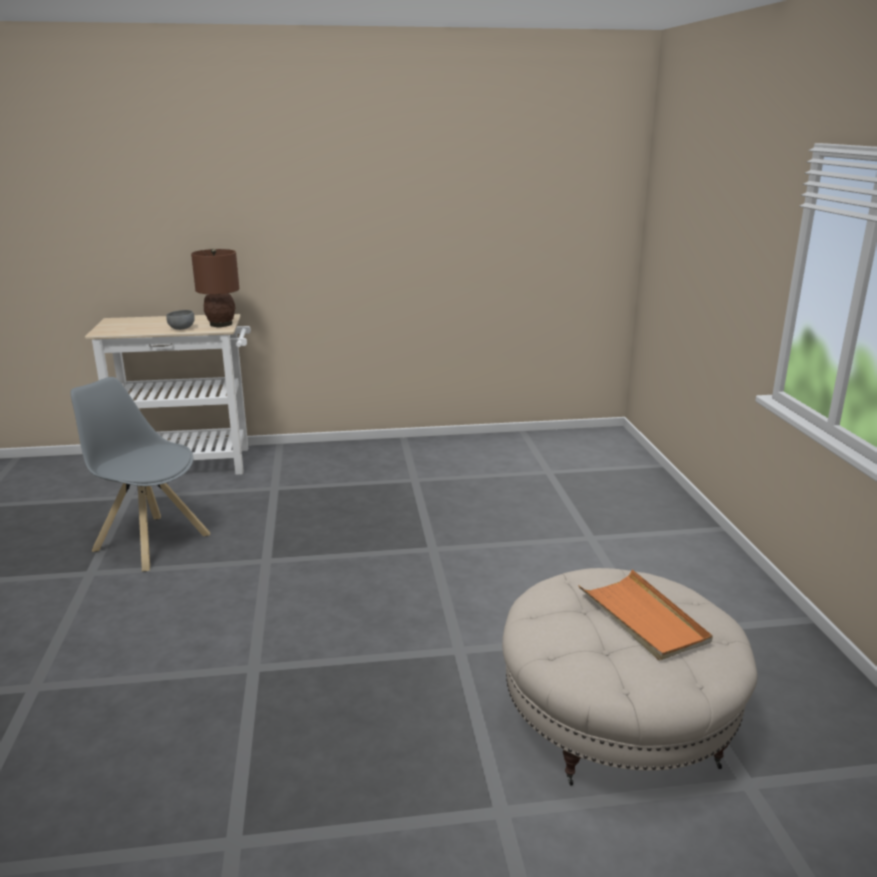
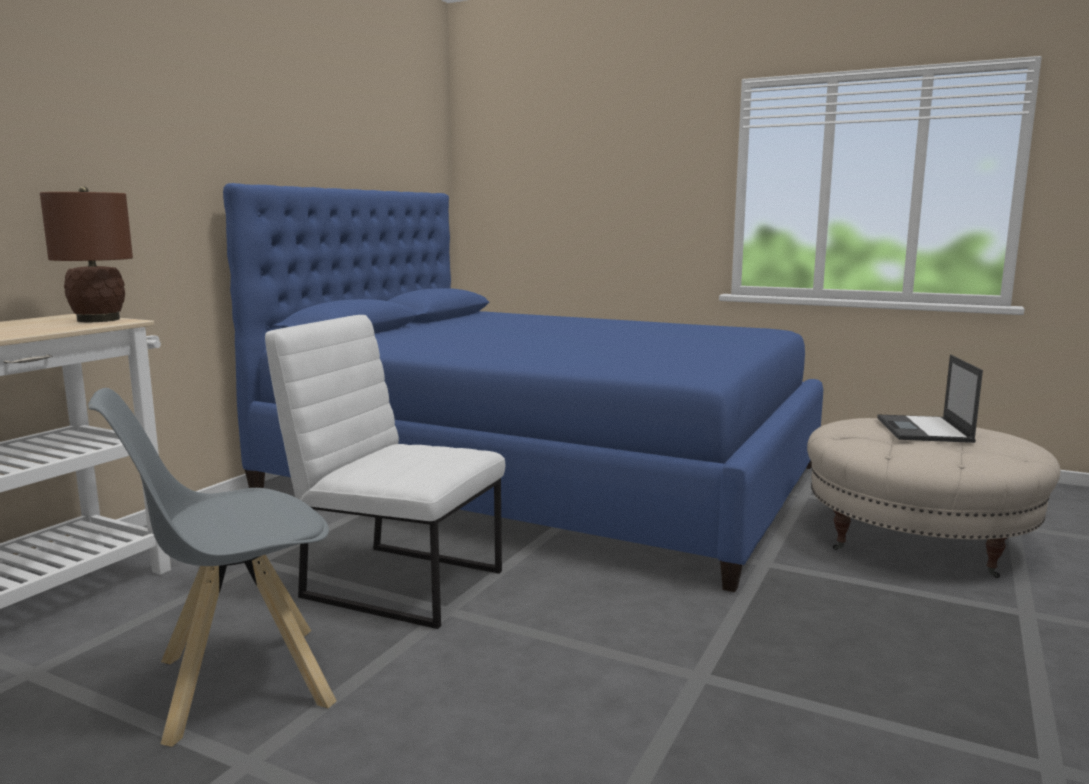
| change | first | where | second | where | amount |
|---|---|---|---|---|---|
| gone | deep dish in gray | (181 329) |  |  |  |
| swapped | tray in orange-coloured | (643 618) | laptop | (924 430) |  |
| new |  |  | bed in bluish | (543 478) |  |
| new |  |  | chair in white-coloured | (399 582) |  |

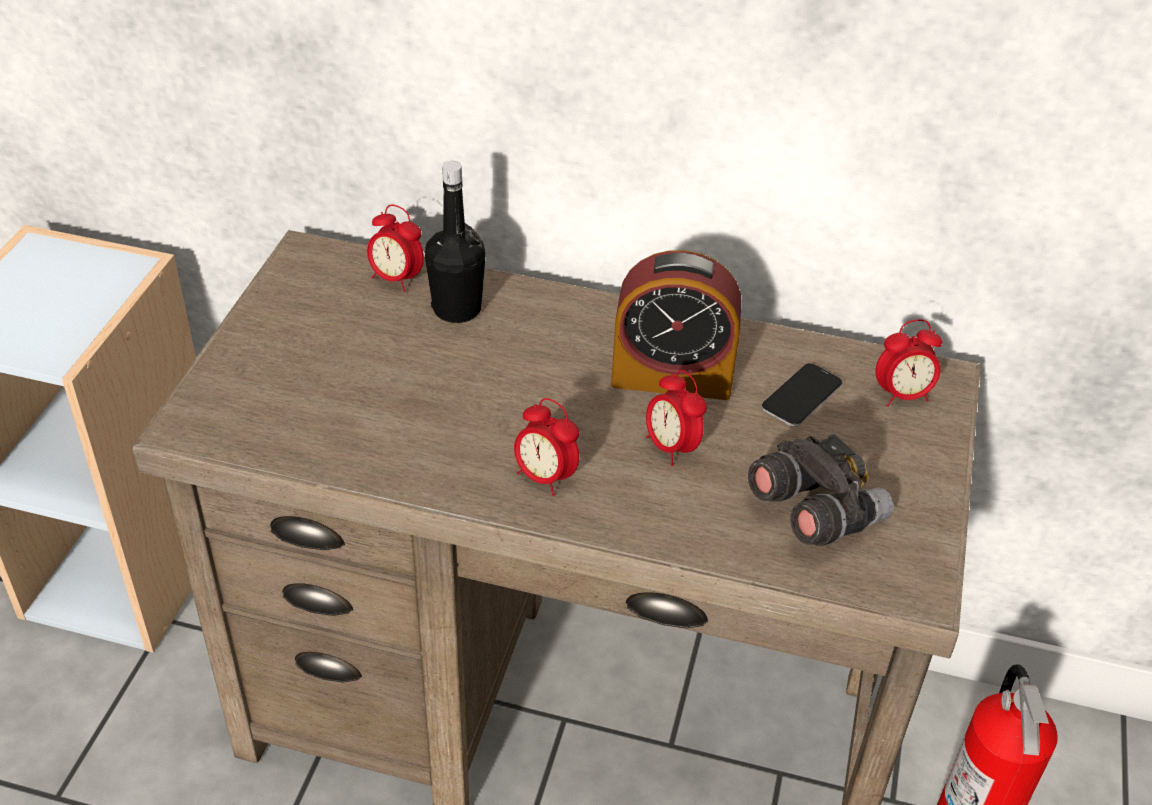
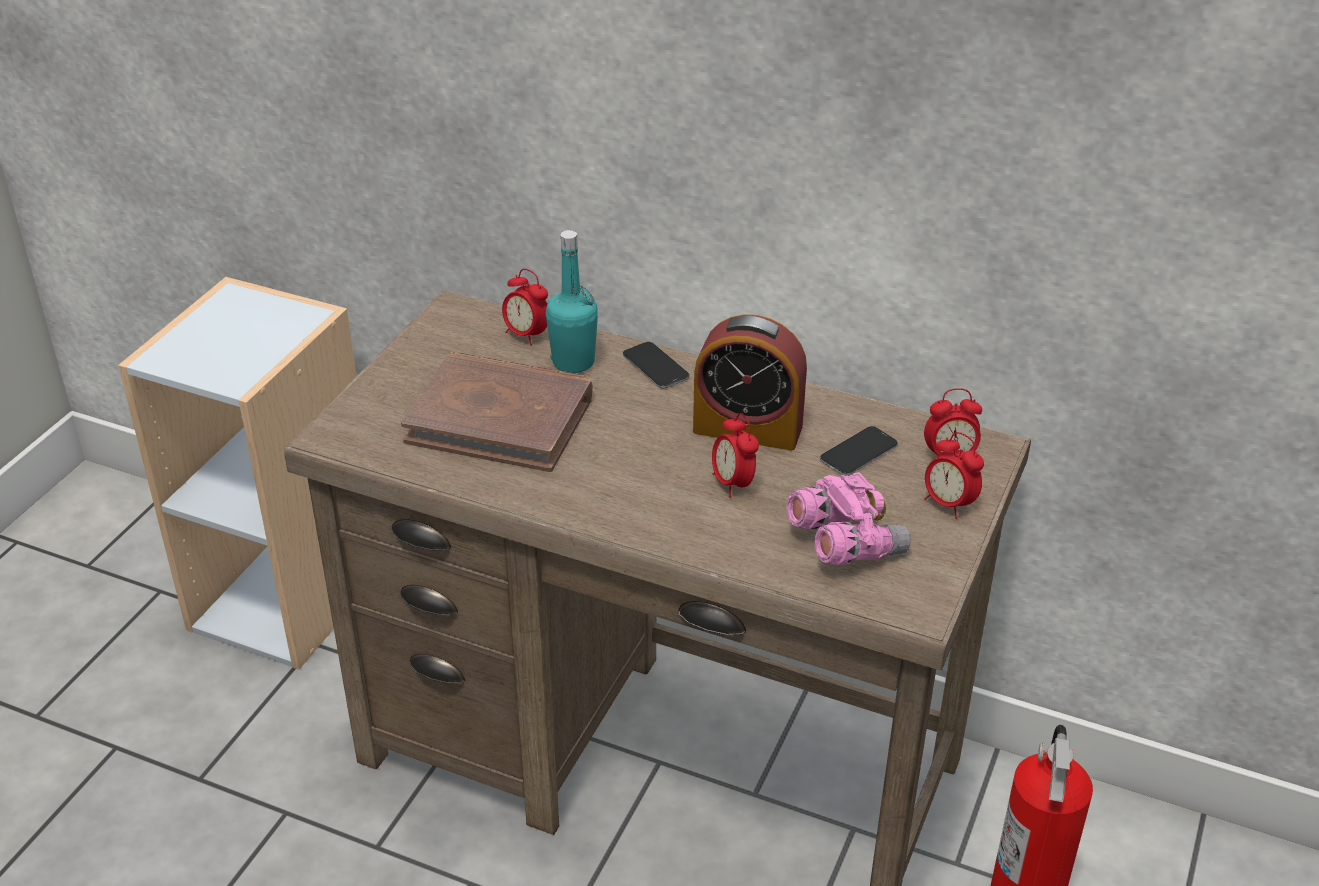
| change | first | where | second | where | amount |
|---|---|---|---|---|---|
| repainted | bottle in black-coloured | (457 309) | bottle in turquoise | (573 362) |  |
| shifted | alarm clock | (545 477) |  | (948 504) |  |
| repainted | binoculars in gray | (814 513) | binoculars in pinkish | (844 543) |  |
| new |  |  | handset | (655 367) |  |
| new |  |  | volume in brown-coloured | (500 418) |  |

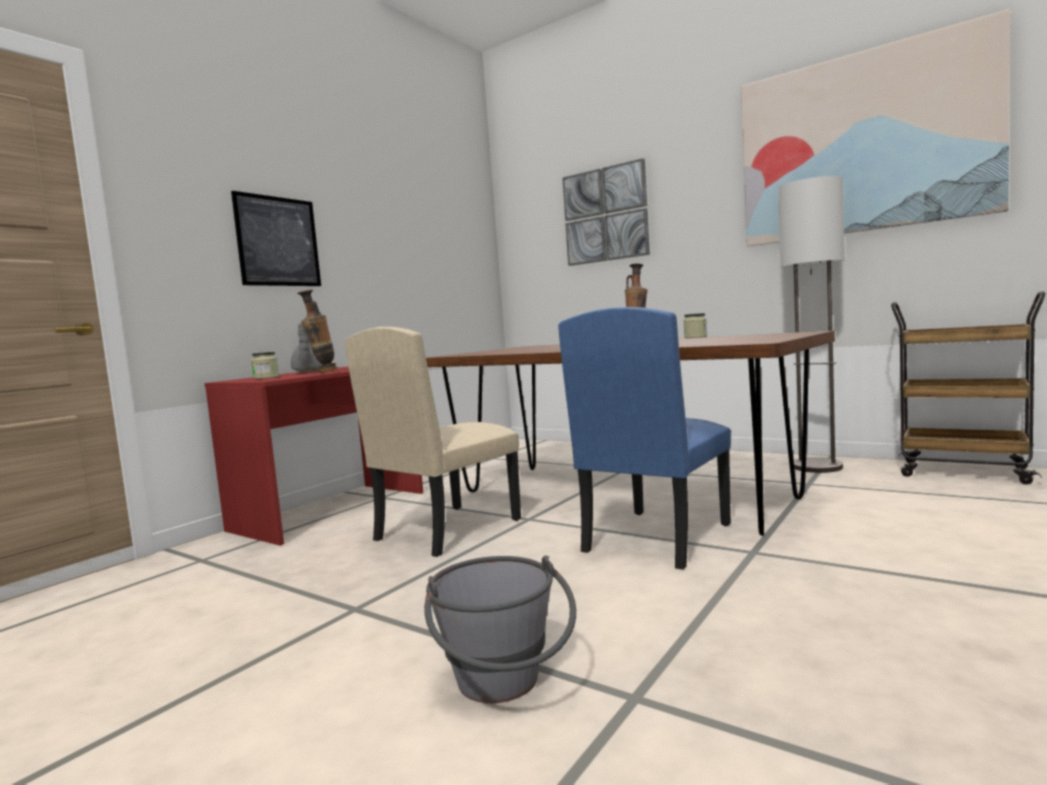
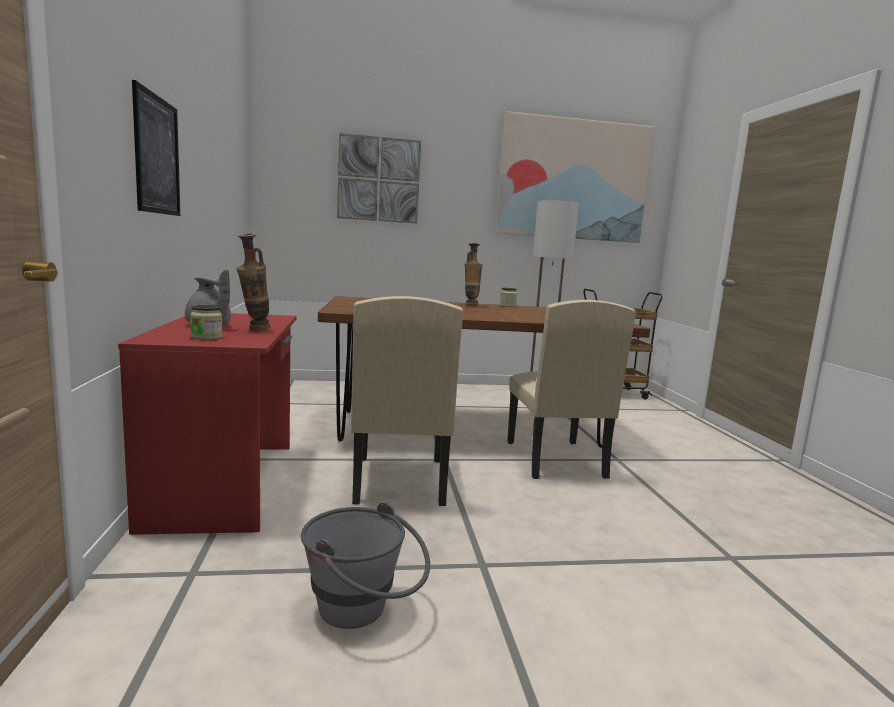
| change | first | where | second | where | amount |
|---|---|---|---|---|---|
| repainted | chair in bluish | (656 537) | chair in beige-coloured | (554 459) |  |
| shifted | water bucket in gray | (504 688) |  | (364 611) |  |

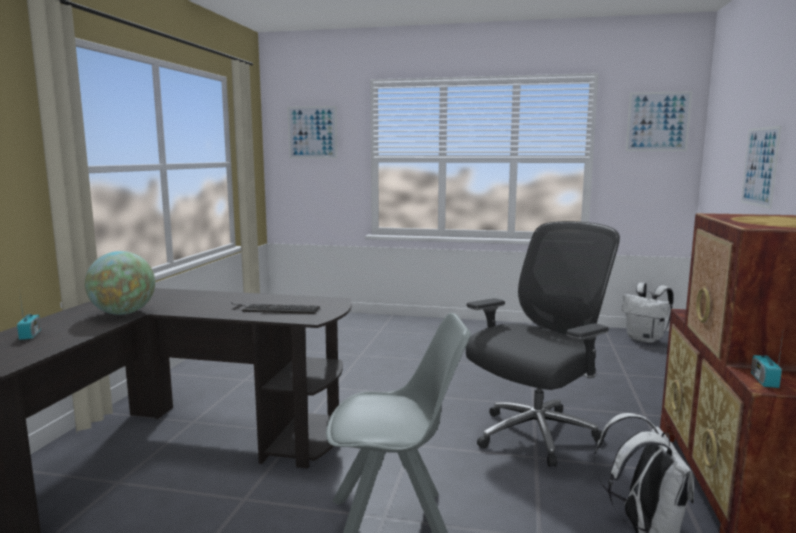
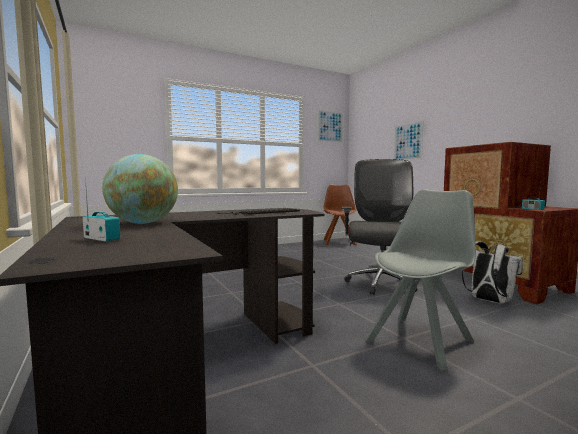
| change | first | where | second | where | amount |
|---|---|---|---|---|---|
| gone | wall art | (312 132) |  |  |  |
| swapped | knapsack in white-coloured | (645 339) | chair in brown-coloured | (339 242) |  |

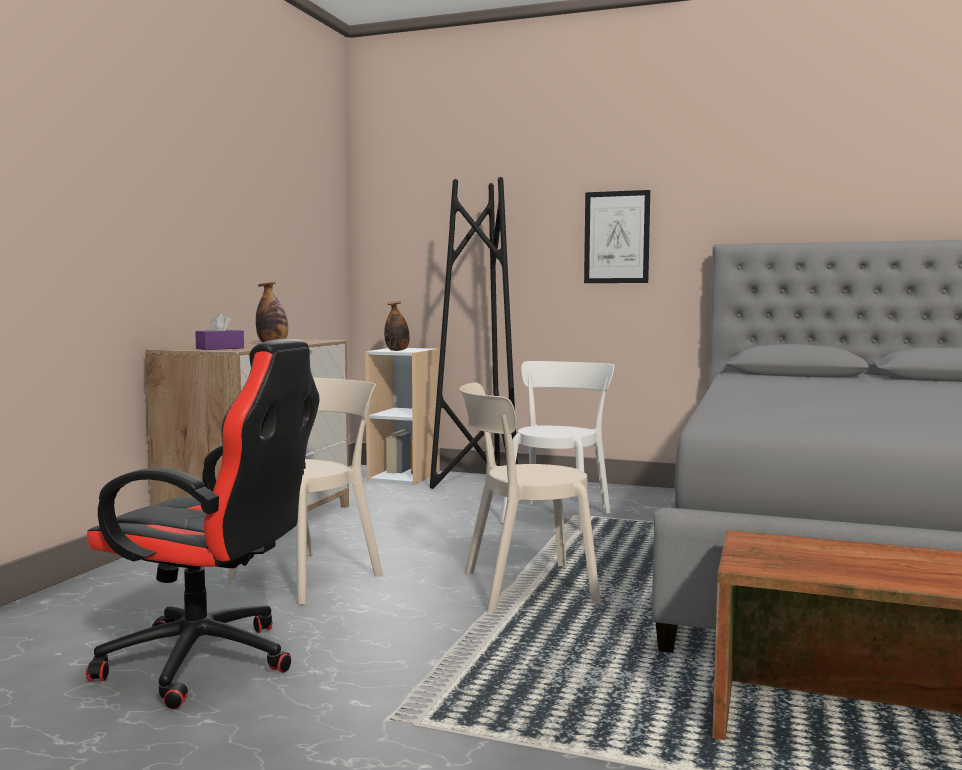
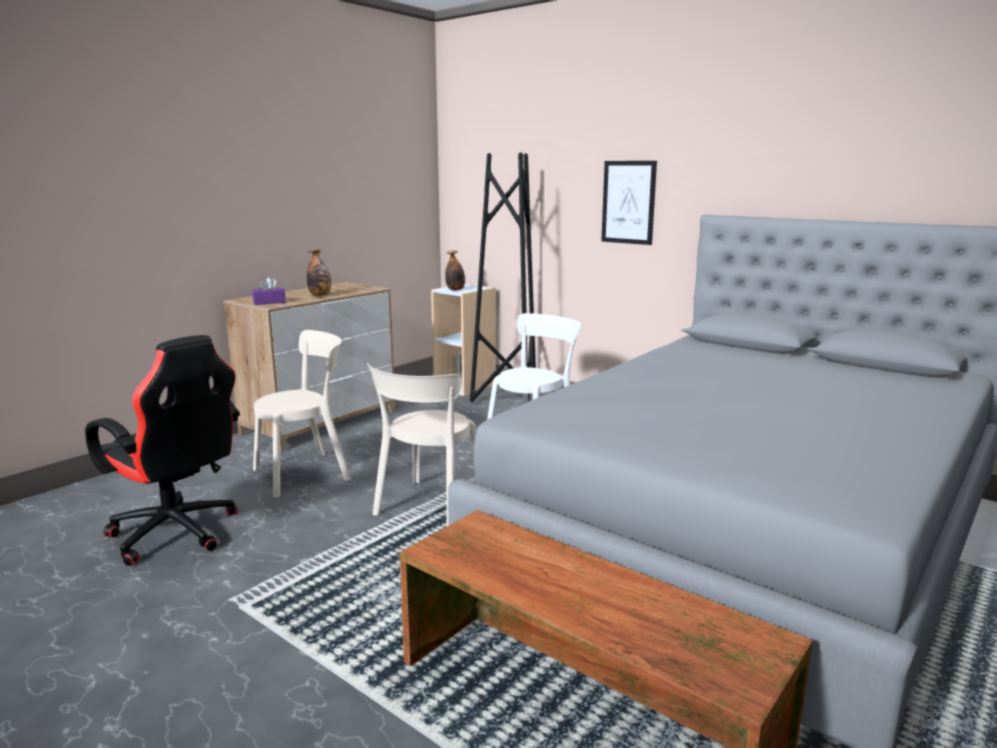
| change | first | where | second | where | amount |
|---|---|---|---|---|---|
| rotated | chair in beige-coloured | (521 588) |  | (428 507) | 75 degrees counterclockwise |

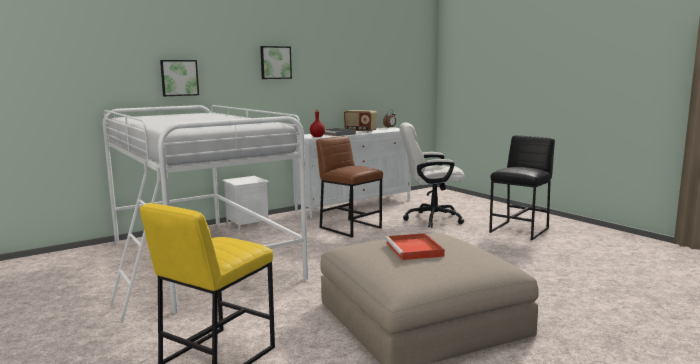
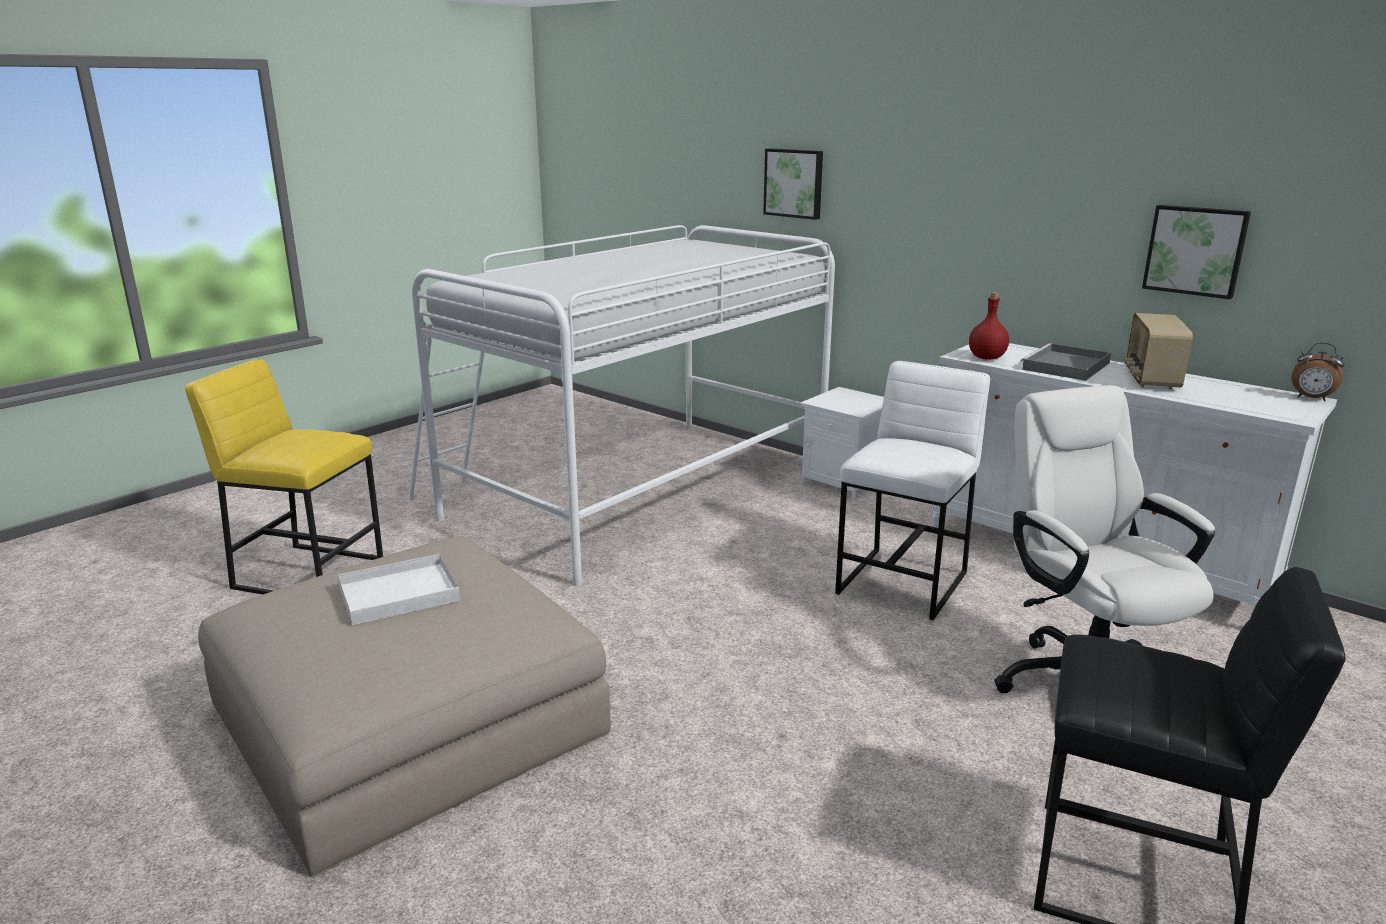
| change | first | where | second | where | amount |
|---|---|---|---|---|---|
| shifted | wall art | (275 62) |  | (1195 250) |  |
| repainted | chair in brown-coloured | (349 227) | chair in white-coloured | (903 582) |  |
| repainted | tray in red-coloured | (415 250) | tray in white-coloured | (396 594) |  |

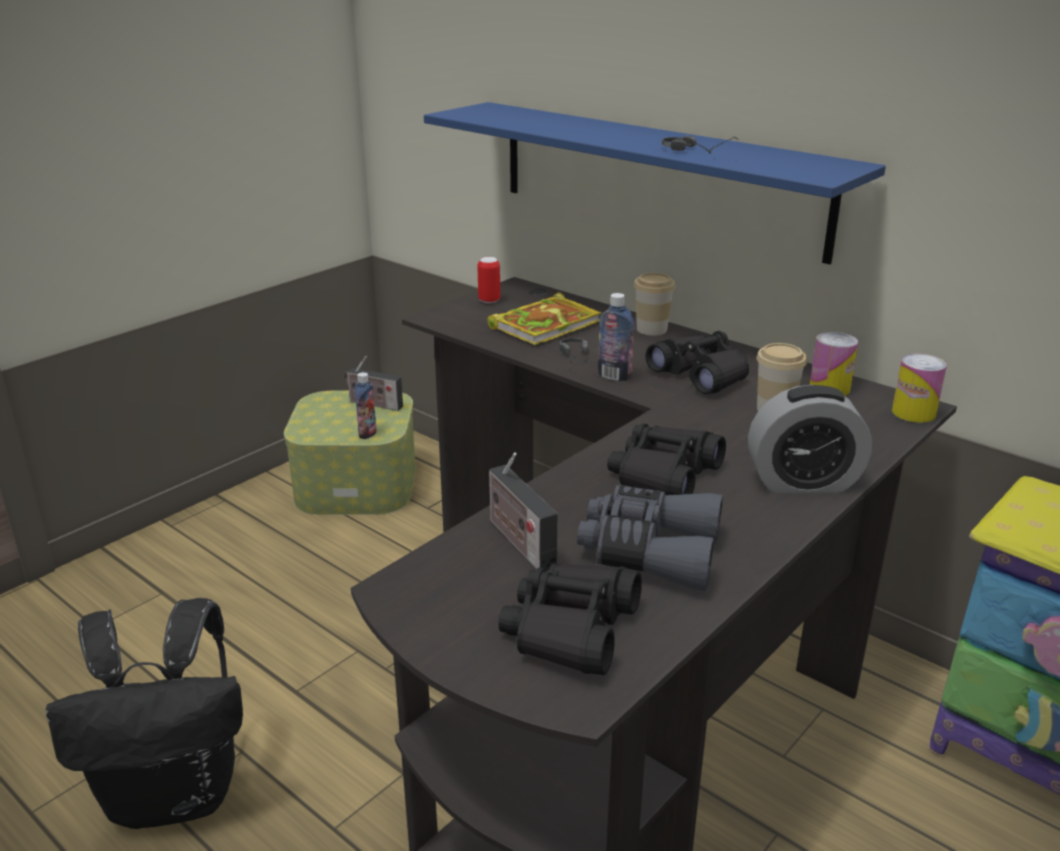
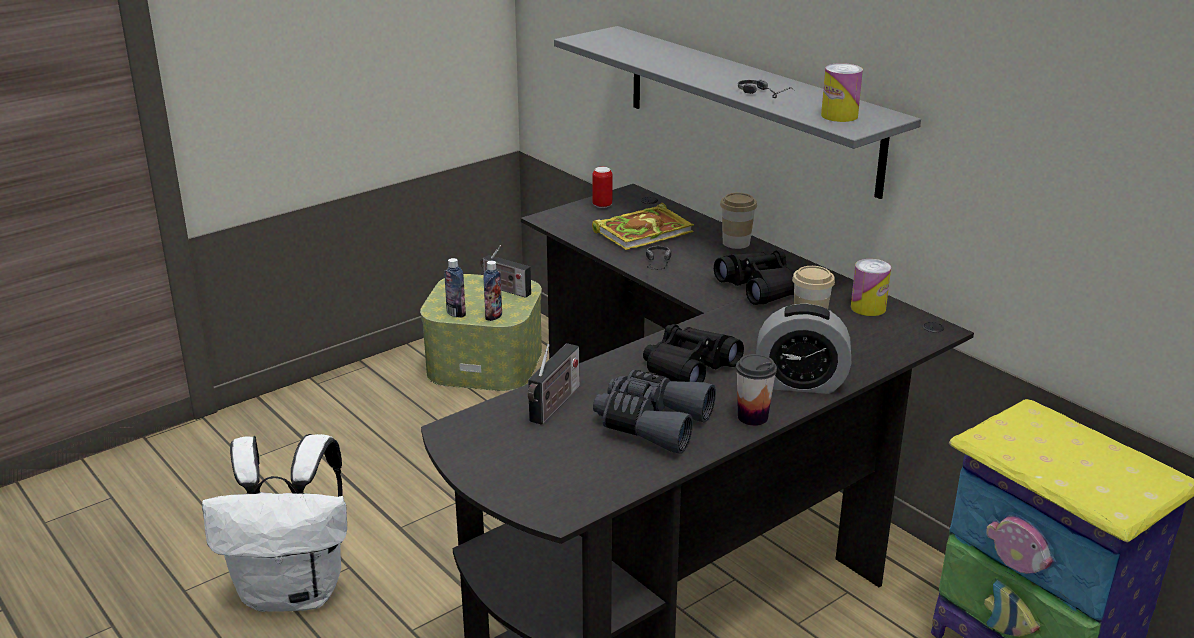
| change | first | where | second | where | amount |
|---|---|---|---|---|---|
| repainted | shelf in bluish | (656 177) | shelf in gray | (749 108) |  |
| shifted | bottle | (614 376) |  | (456 313) |  |
| shifted | can | (913 413) |  | (839 116) |  |
| rotated | radio | (518 541) |  | (554 406) | 135 degrees counterclockwise |
| gone | binoculars in black-coloured | (570 629) |  |  |  |
| repainted | knapsack in black-coloured | (177 794) | knapsack in white-coloured | (294 591) |  |
| new |  |  | cup | (752 417) |  |

